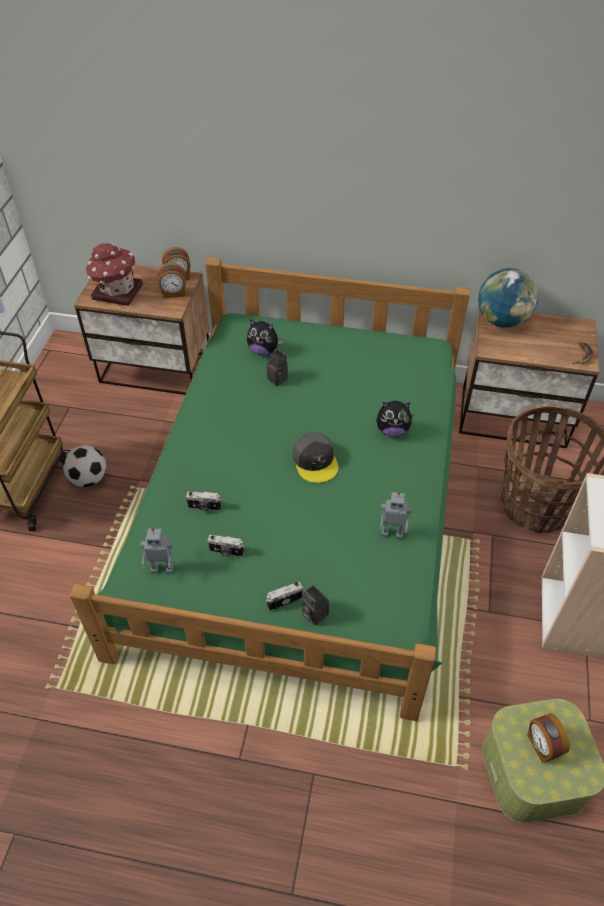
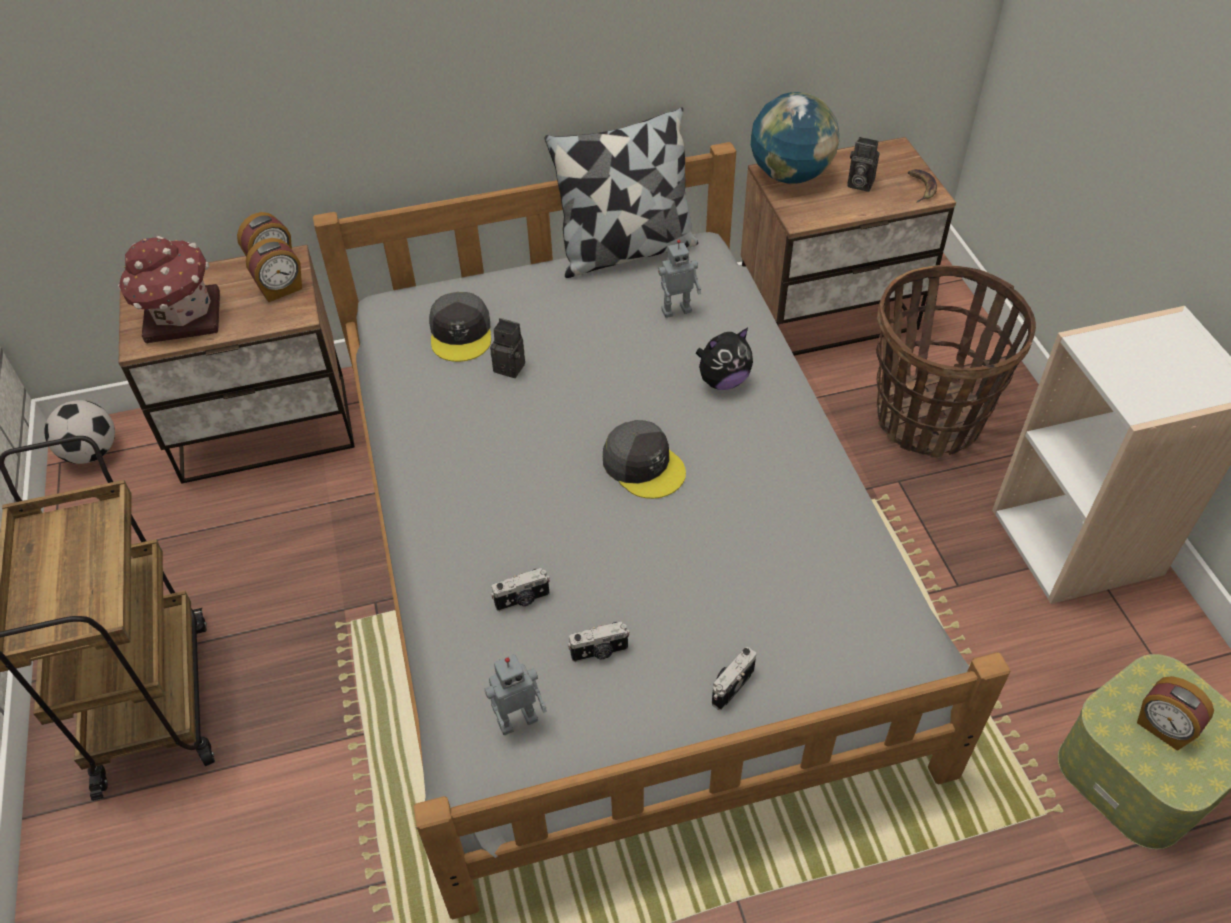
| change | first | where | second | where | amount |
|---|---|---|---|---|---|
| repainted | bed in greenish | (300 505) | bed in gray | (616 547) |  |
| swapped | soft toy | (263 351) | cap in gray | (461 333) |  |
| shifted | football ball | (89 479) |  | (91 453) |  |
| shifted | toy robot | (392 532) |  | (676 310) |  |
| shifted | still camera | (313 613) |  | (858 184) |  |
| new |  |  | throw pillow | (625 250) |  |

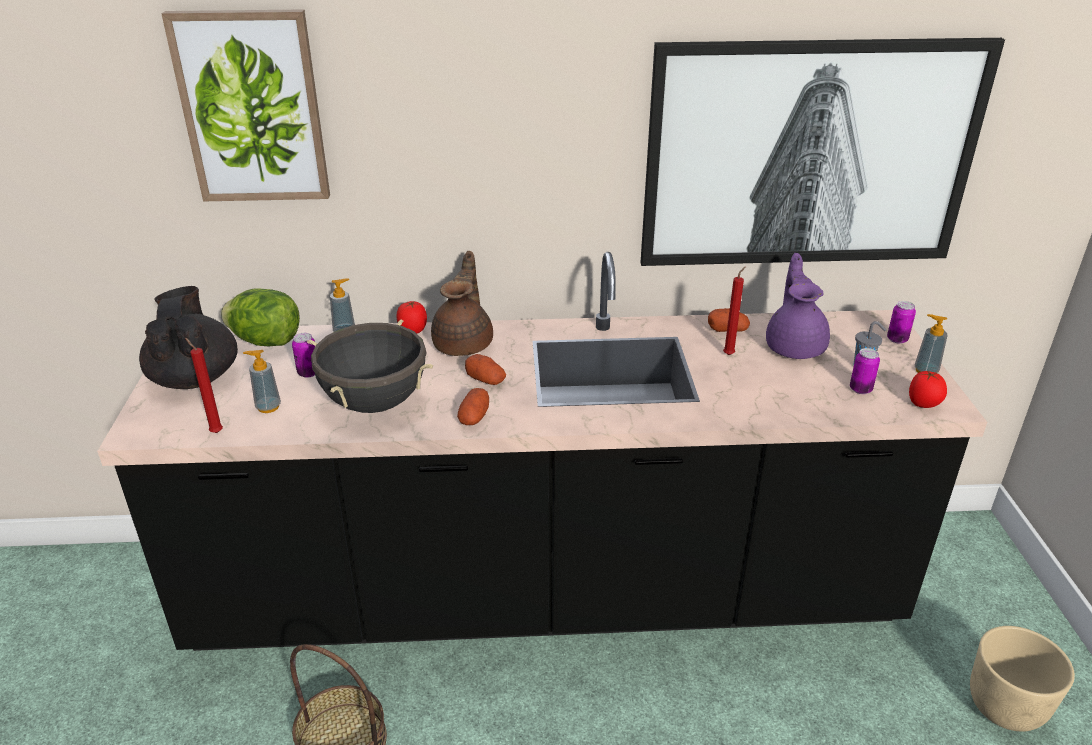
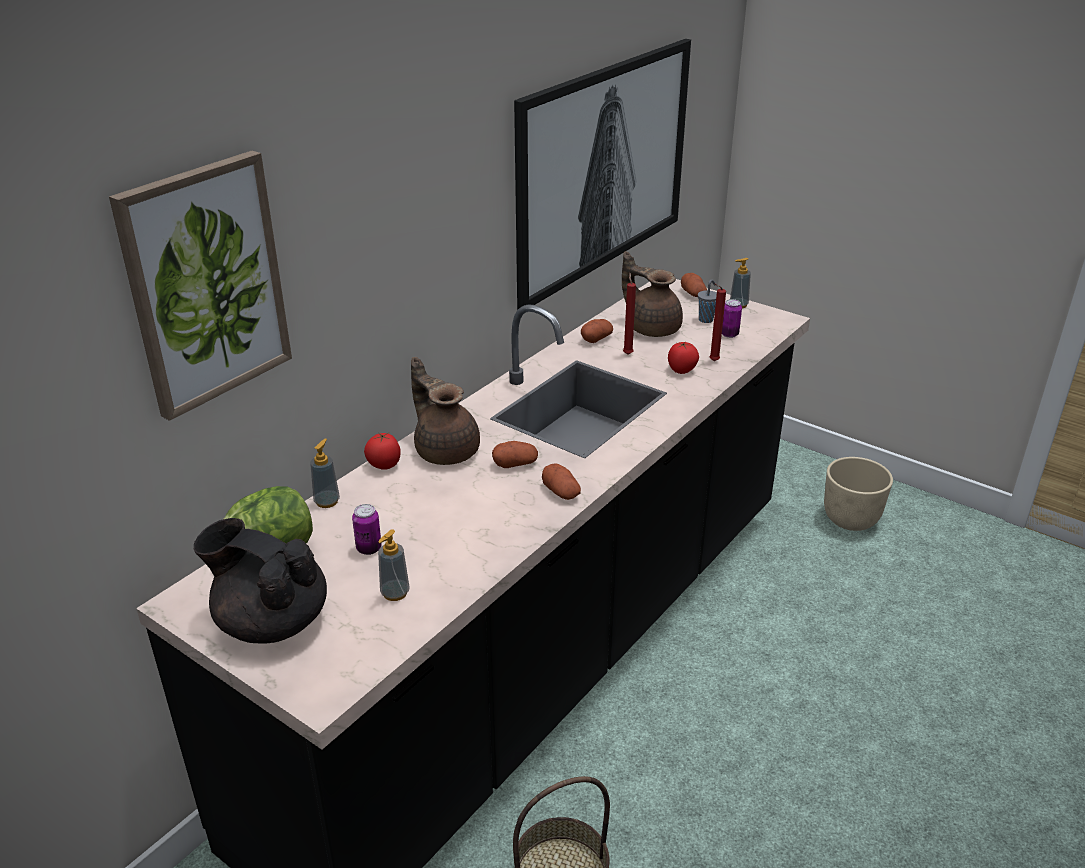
| change | first | where | second | where | amount |
|---|---|---|---|---|---|
| repainted | teapot in purple | (795 346) | teapot in brown-coloured | (652 328) |  |
| swapped | can | (897 339) | potato | (693 293) |  |
| gone | stockpot in black-coloured | (375 402) |  |  |  |
| shifted | wax light in red-coloured | (215 432) |  | (712 361) |  |
| shifted | whole tomato | (923 404) |  | (682 370) |  |

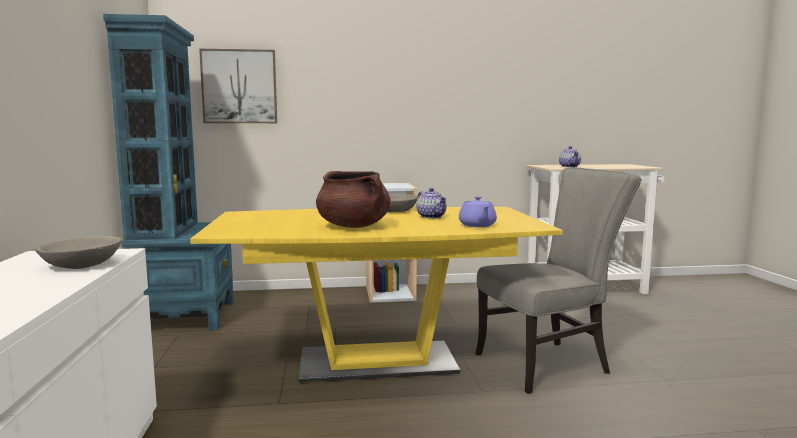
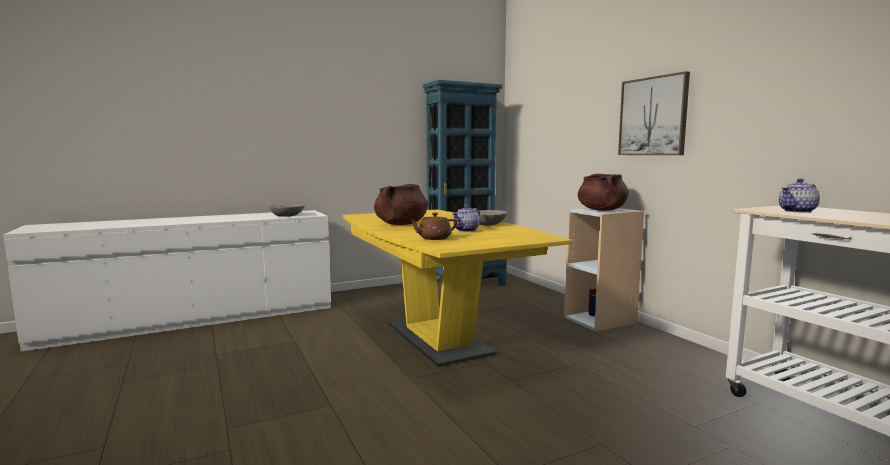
| change | first | where | second | where | amount |
|---|---|---|---|---|---|
| shifted | wall art | (239 87) |  | (653 116) |  |
| gone | chair in gray | (549 363) |  |  |  |
| repainted | teapot in purple | (477 225) | teapot in brown-coloured | (433 238) |  |
| new |  |  | stockpot in brown-coloured | (602 210) |  |

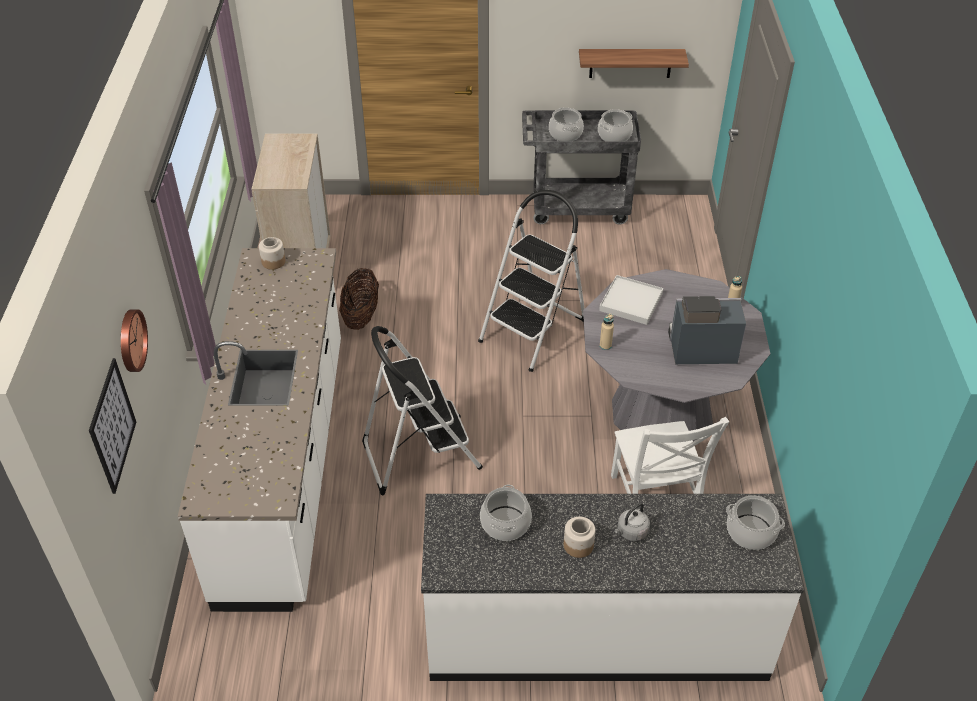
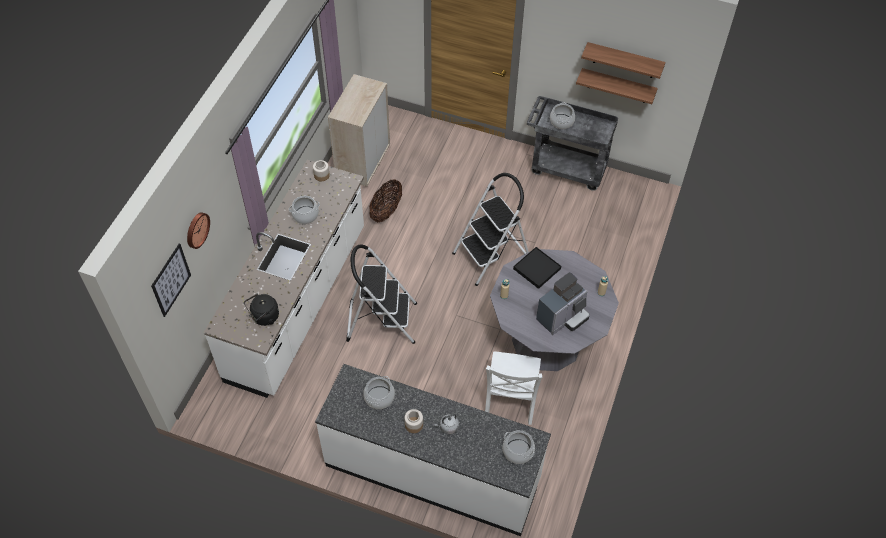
| change | first | where | second | where | amount |
|---|---|---|---|---|---|
| shifted | stockpot | (614 136) |  | (305 215) |  |
| repainted | tray in white-coloured | (630 302) | tray in black-coloured | (536 269) |  |
| rotated | coffee maker | (699 349) |  | (562 317) | 120 degrees clockwise |
| new |  |  | shelf | (624 60) |  |
| new |  |  | tea kettle in black-coloured | (264 317) |  |

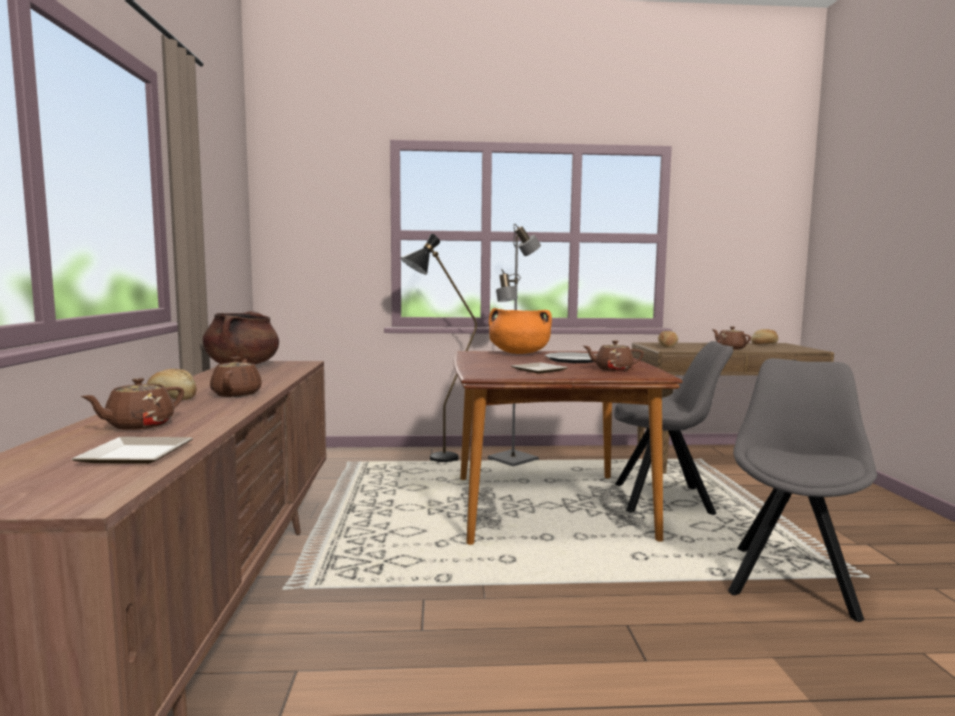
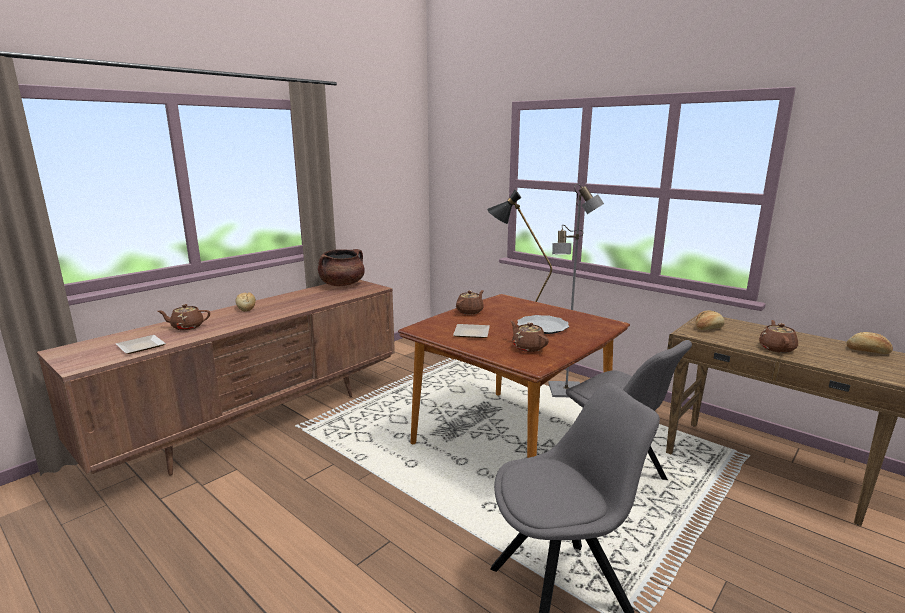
| change | first | where | second | where | amount |
|---|---|---|---|---|---|
| gone | stockpot in orange-coloured | (519 353) |  |  |  |
| shifted | teapot in brown-coloured | (237 394) |  | (470 311) |  |

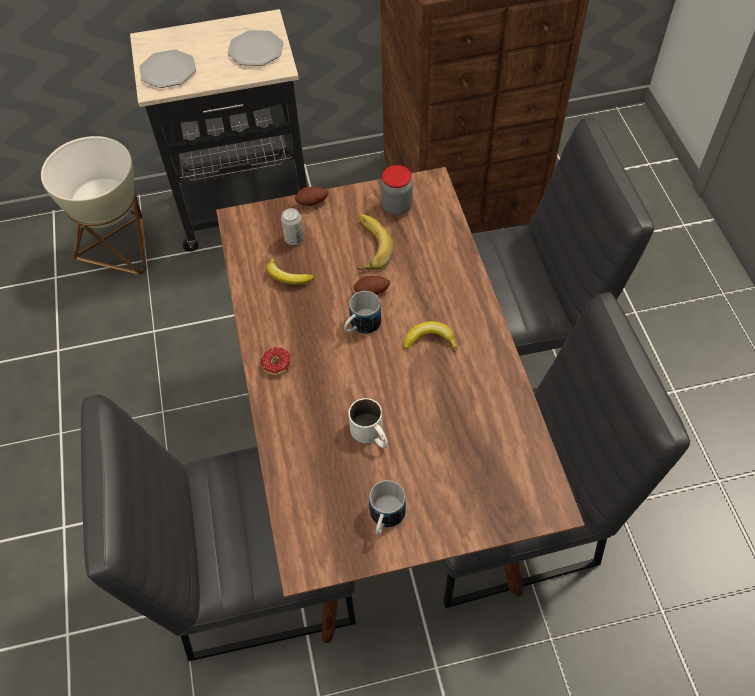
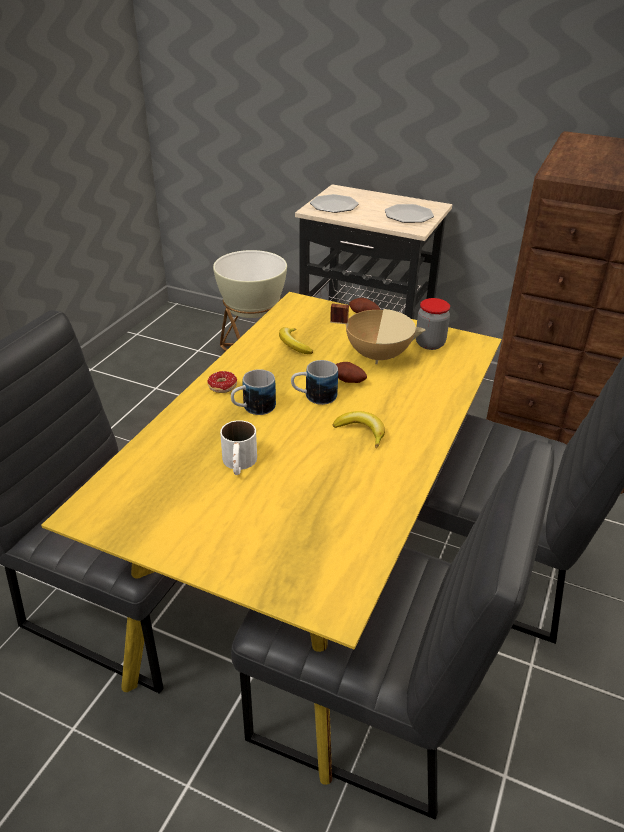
| change | first | where | second | where | amount |
|---|---|---|---|---|---|
| repainted | kitchen table in brown-coloured | (384 456) | kitchen table in yellow | (310 584) |  |
| gone | can | (294 239) |  |  |  |
| swapped | whole banana | (367 246) | stockpot in beige-coloured | (377 355) |  |
| shifted | coffee mug | (385 519) |  | (253 408) |  |

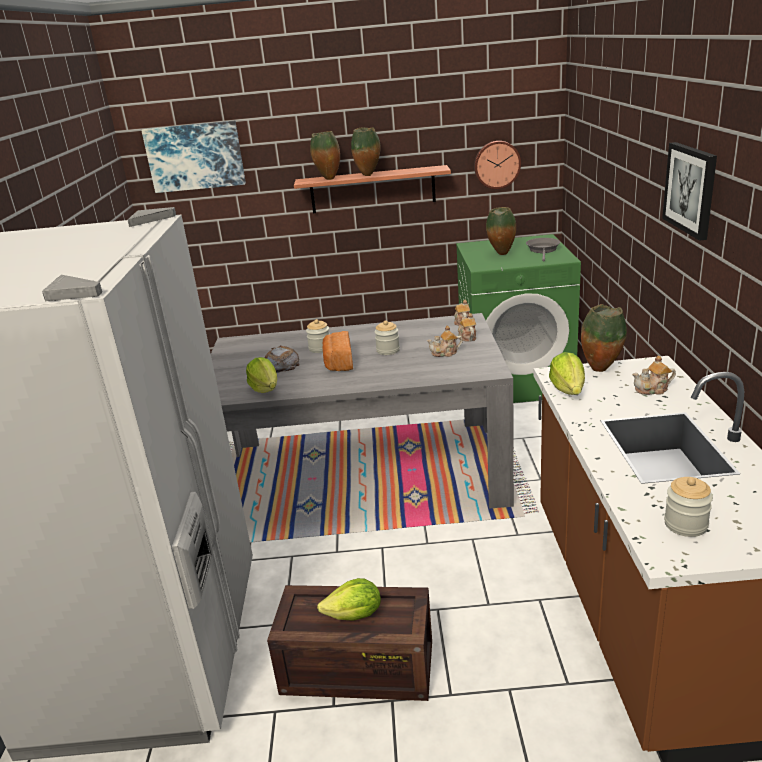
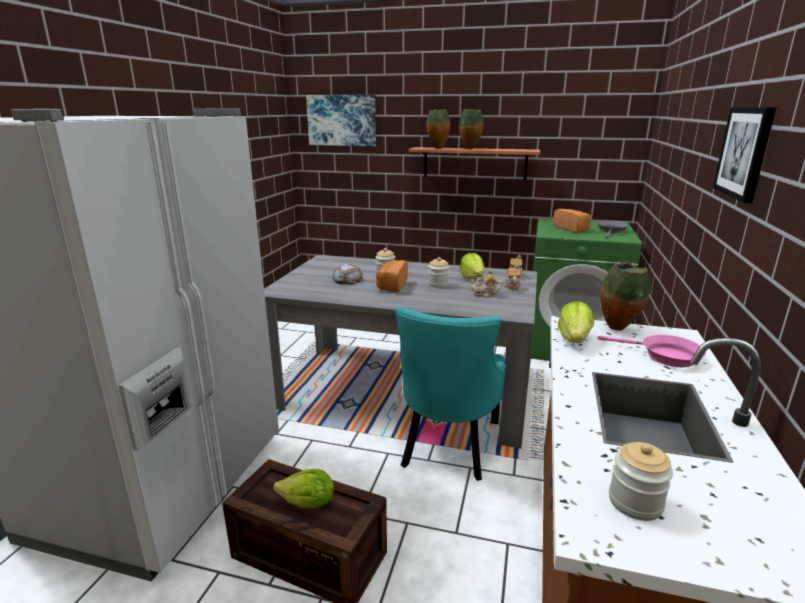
| change | first | where | second | where | amount |
|---|---|---|---|---|---|
| gone | hanging clock | (496 164) |  |  |  |
| swapped | flower vase | (501 254) | bread | (572 229) |  |
| swapped | teapot | (652 389) | pan in pinkish | (664 356) |  |
| shifted | lettuce | (265 389) |  | (472 278) |  |
| new |  |  | chair in turquoise | (449 441) |  |

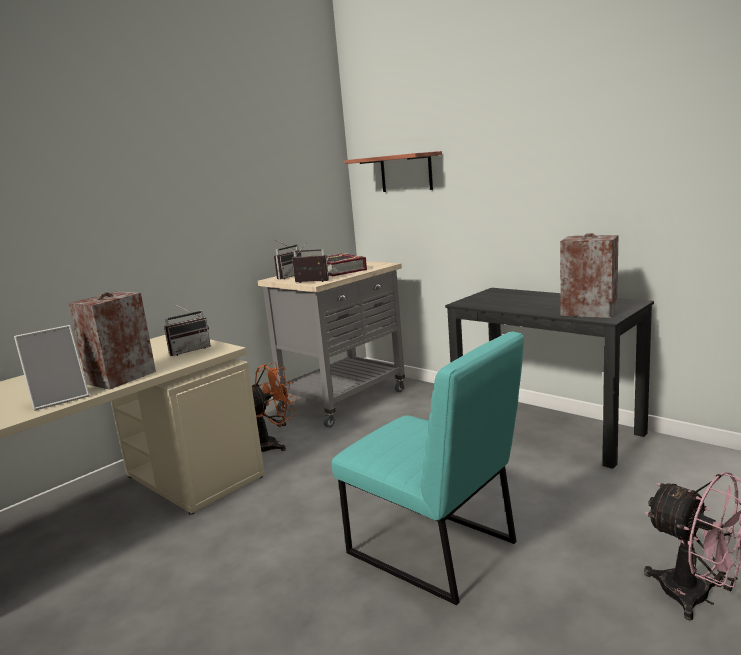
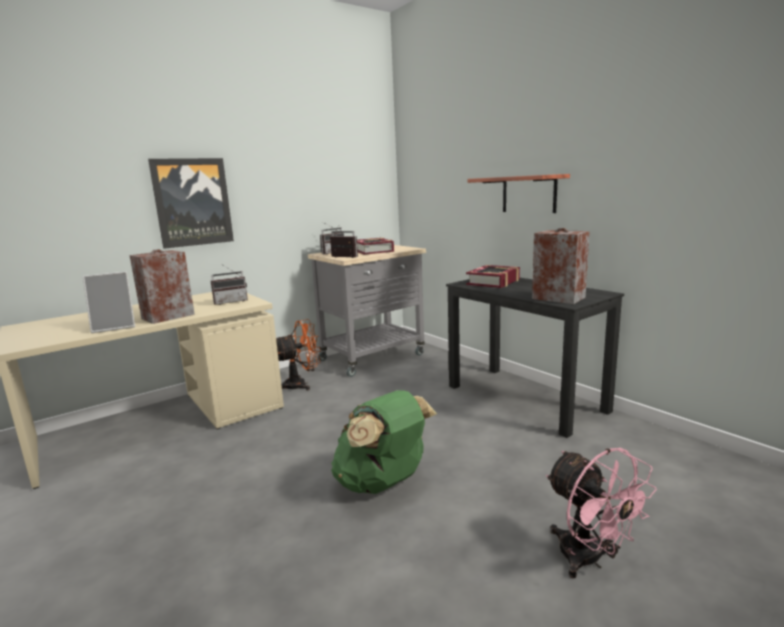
| change | first | where | second | where | amount |
|---|---|---|---|---|---|
| shifted | shelf | (406 172) |  | (529 194) |  |
| swapped | chair in turquoise | (434 550) | knapsack in greenish | (383 483) |  |
| new |  |  | wall art | (192 202) |  |
| new |  |  | volume | (493 282) |  |

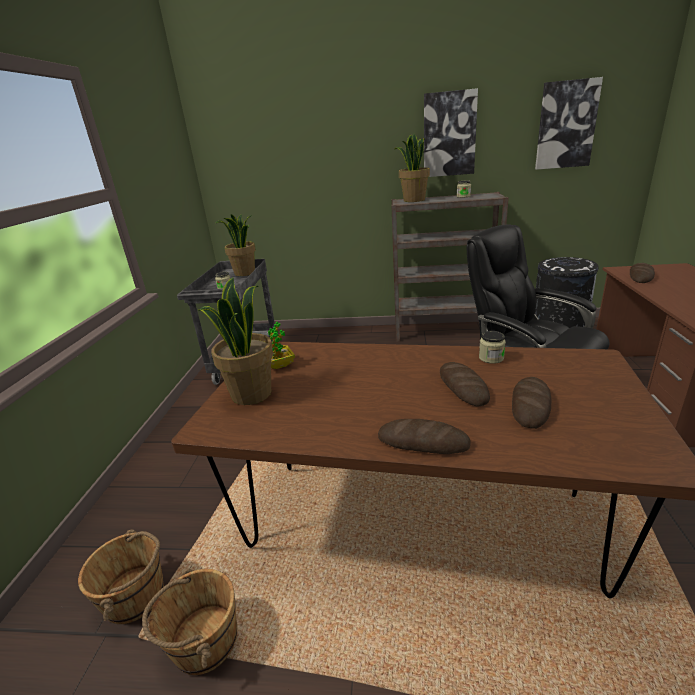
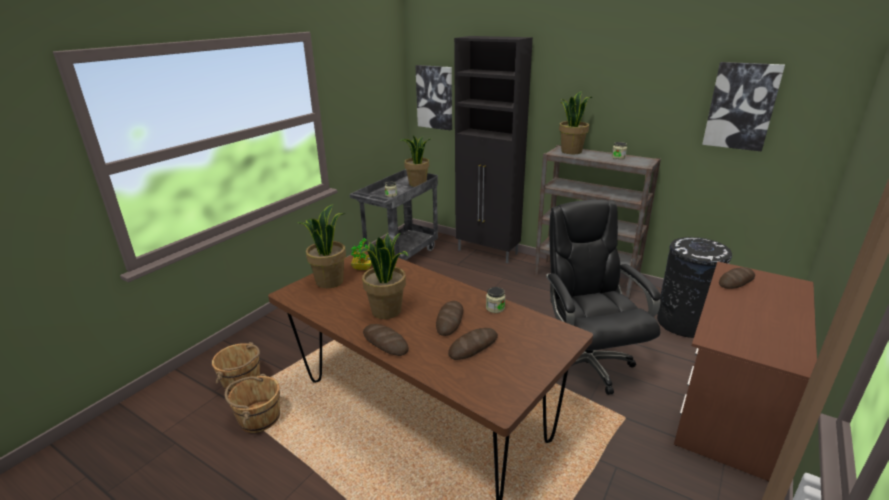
| change | first | where | second | where | amount |
|---|---|---|---|---|---|
| shifted | wall art | (449 134) |  | (435 97) |  |
| new |  |  | cupboard in black-coloured | (488 252) |  |
| new |  |  | potted plant | (387 311) |  |

